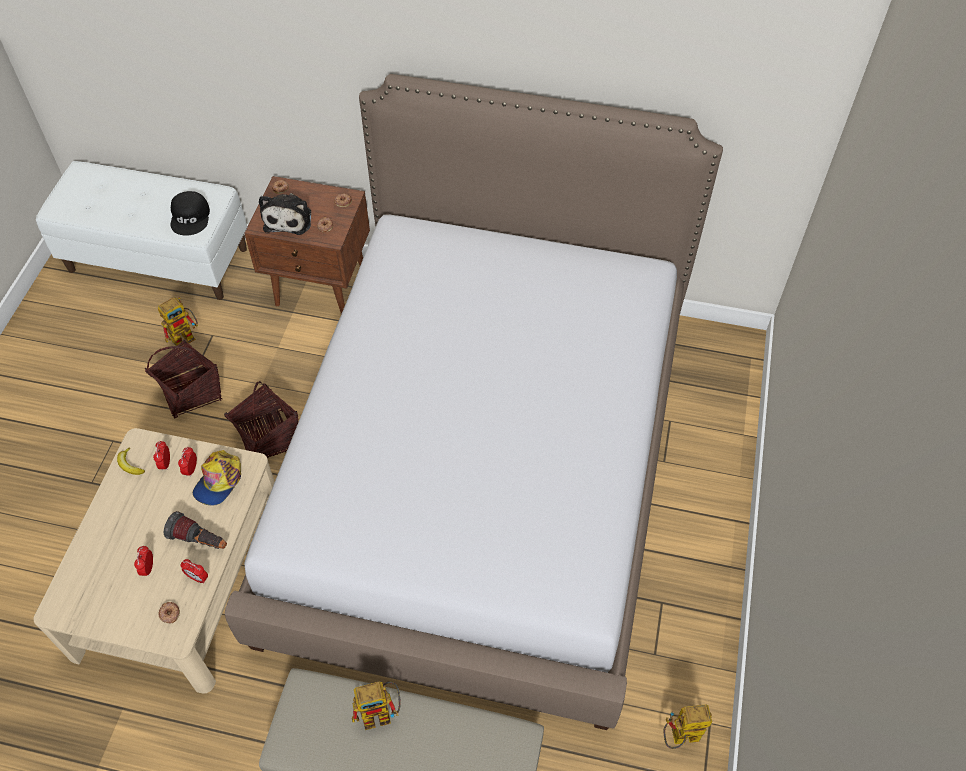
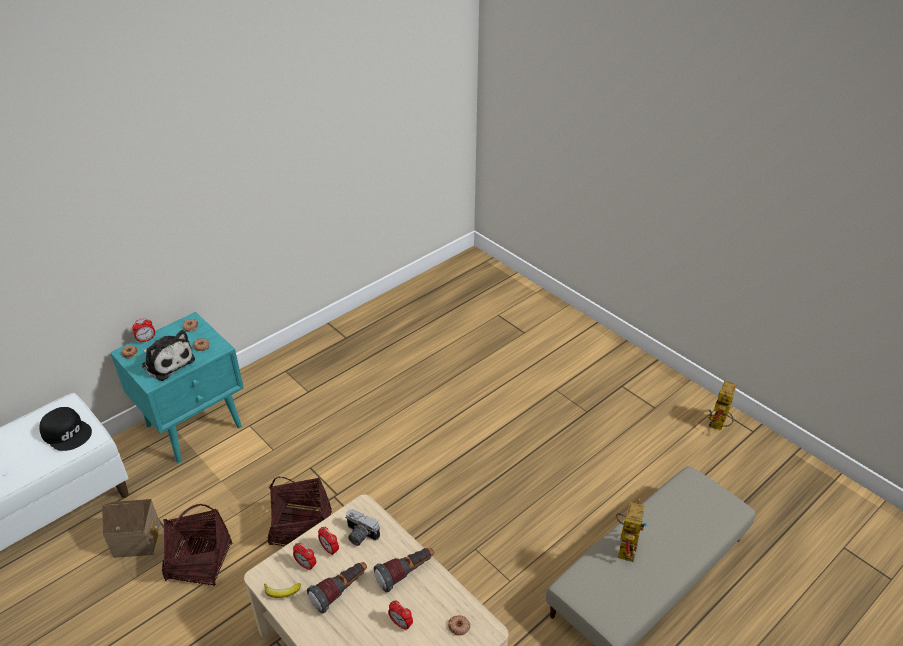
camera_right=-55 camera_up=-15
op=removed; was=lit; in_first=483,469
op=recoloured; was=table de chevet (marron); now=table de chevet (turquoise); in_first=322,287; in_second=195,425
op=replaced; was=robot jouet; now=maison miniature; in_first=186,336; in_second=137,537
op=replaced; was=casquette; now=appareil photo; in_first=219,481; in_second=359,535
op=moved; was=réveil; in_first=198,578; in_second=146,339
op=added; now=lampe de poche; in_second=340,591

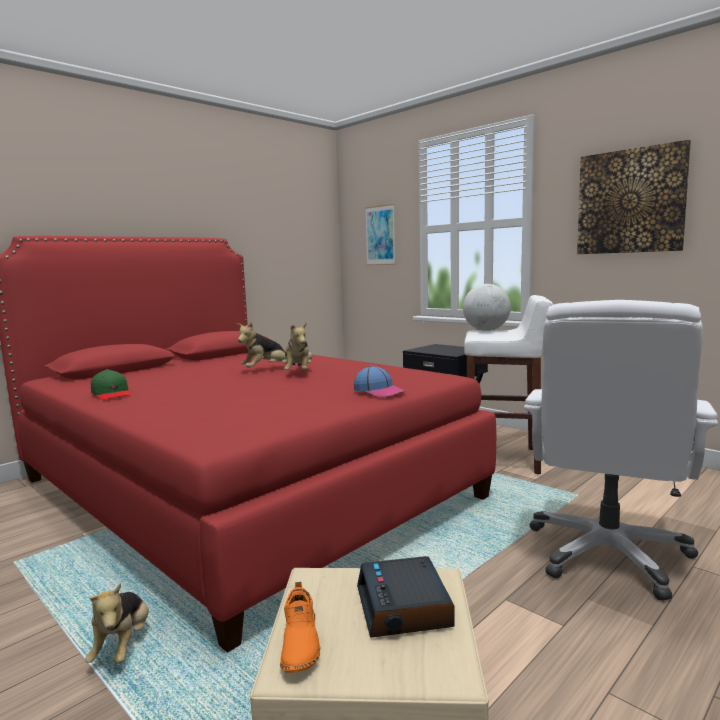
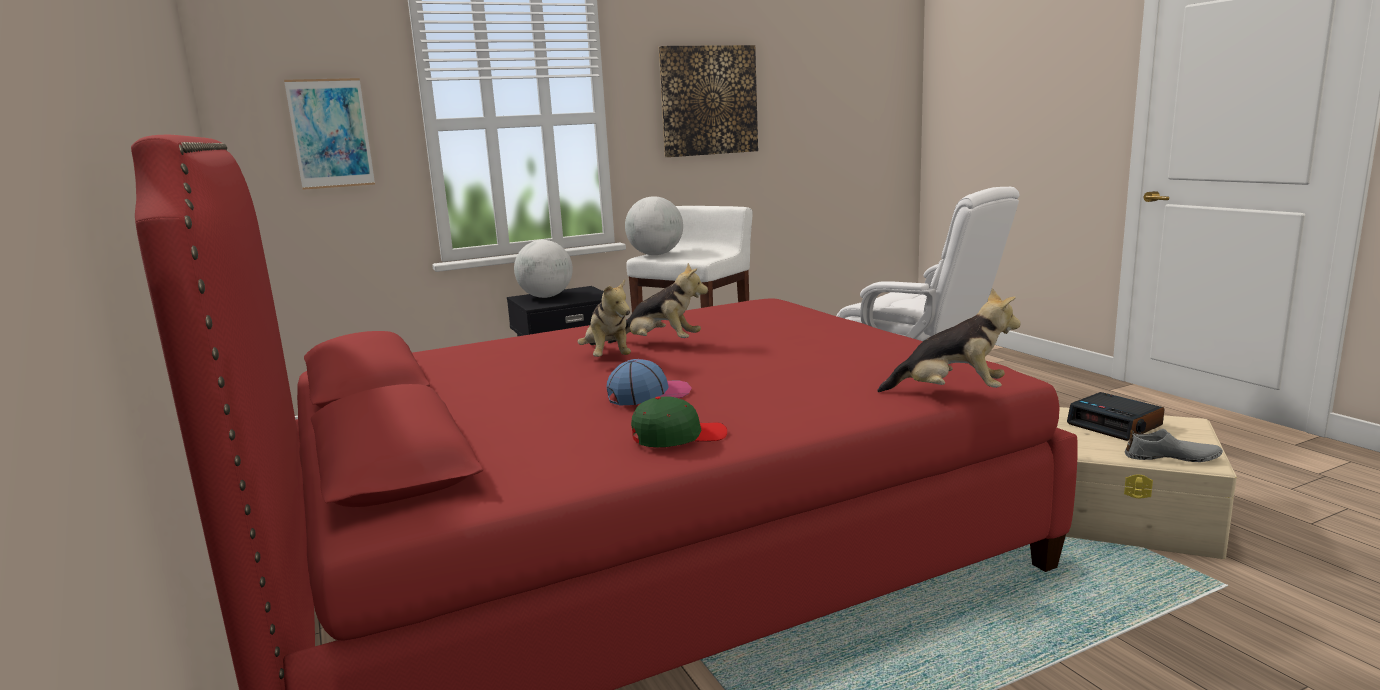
camera_right=-70 camera_up=5
op=moved; was=casquette; in_first=379,391; in_second=649,394
op=turned; was=réveil; in_first=404,607; in_second=1115,425; clockwise=45
op=recoloured; was=chaussure (orange); now=chaussure (gris); in_first=299,643; in_second=1172,458
op=moved; was=peluche; in_first=122,646; in_second=950,393
op=added; now=globe; in_second=546,297

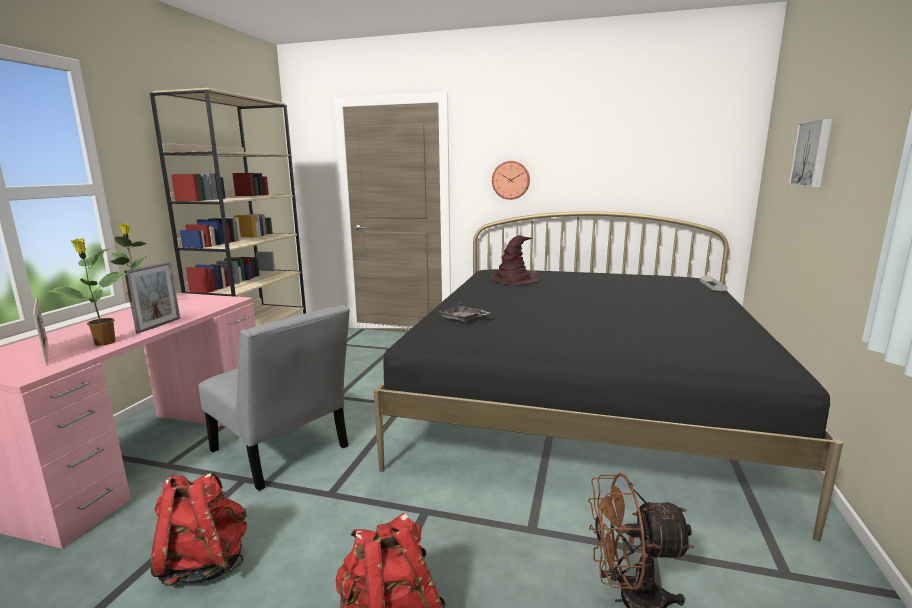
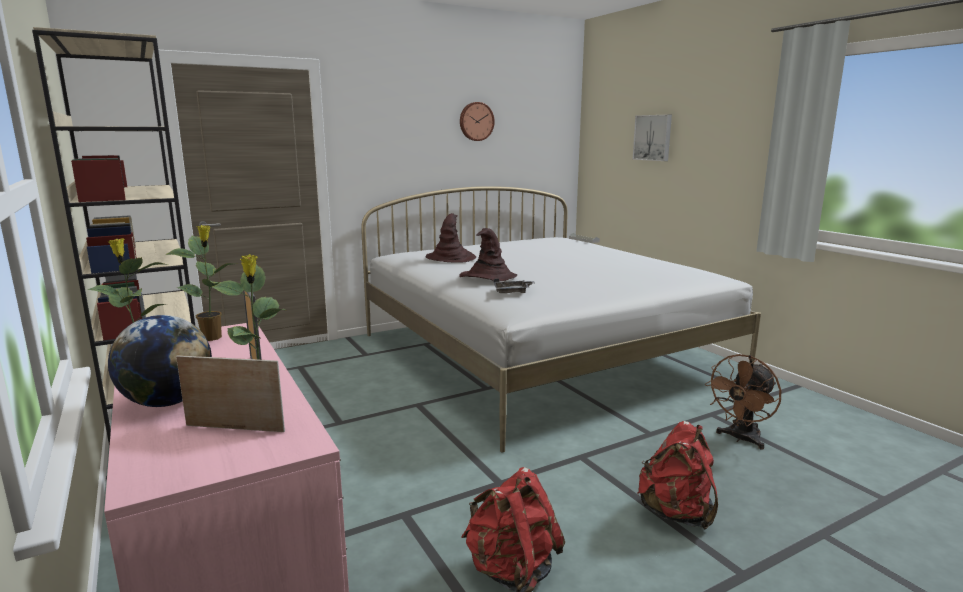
camera_right=-45 camera_up=0
op=moved; was=horloge murale; in_first=511,180; in_second=476,121
op=recoloured; was=lit (noir); now=lit (blanc); in_first=582,402; in_second=541,354
op=removed; was=chaise (gris); in_first=283,452
op=added; now=plante en pot; in_second=212,338
op=added; now=chapeau (marron); in_second=487,277
op=added; now=globe; in_second=168,402

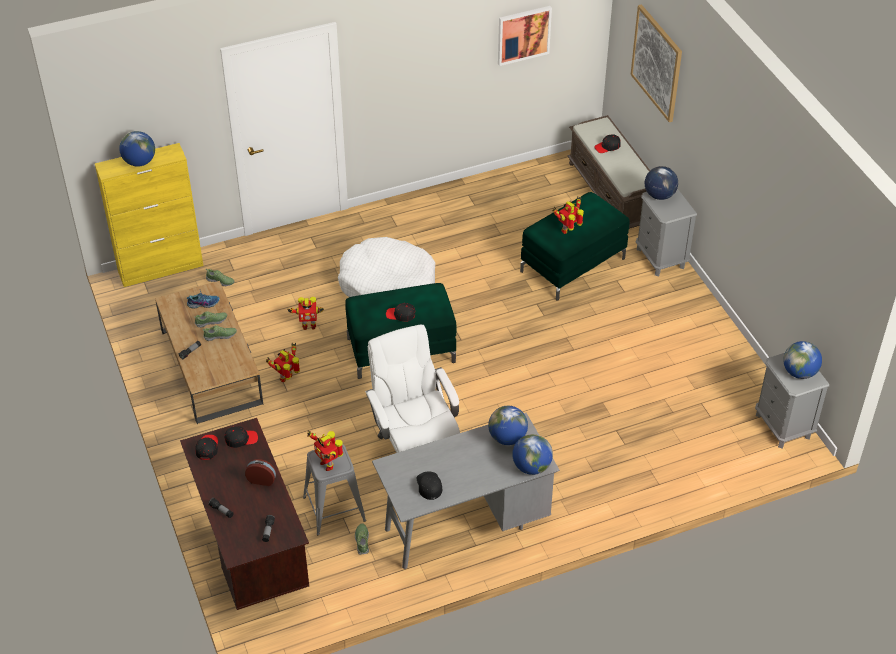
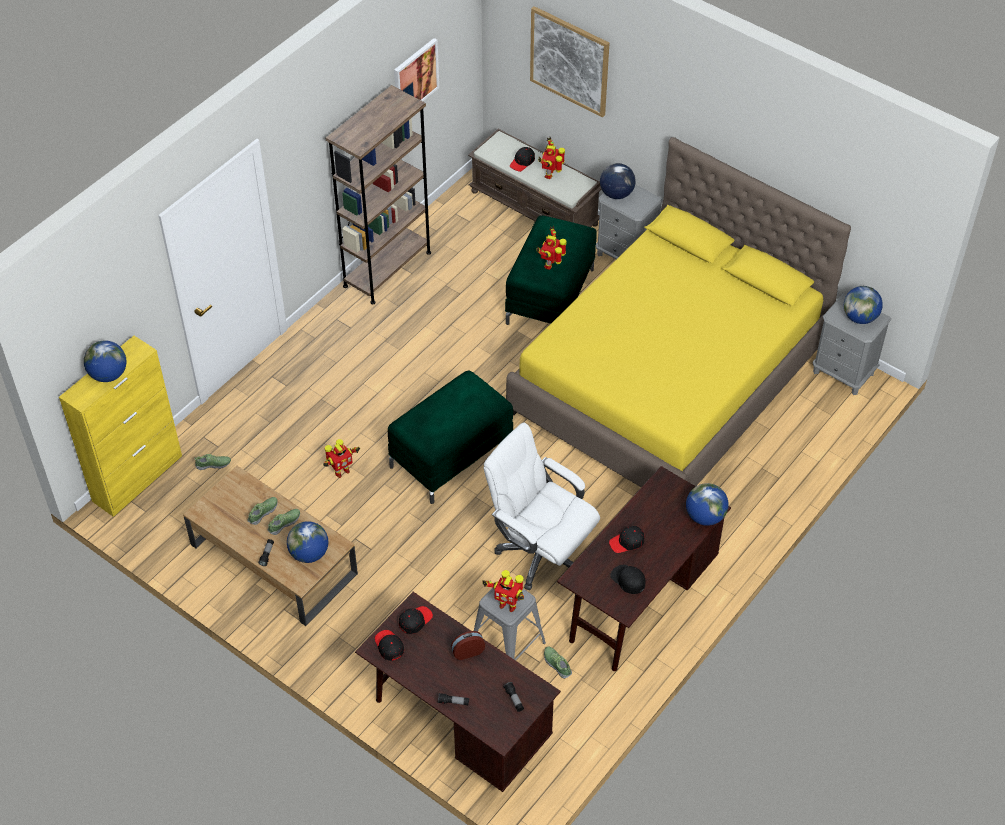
camera_right=-30 camera_up=5
op=removed; was=panier pour chien (blanc); in_first=388,284
op=removed; was=chaussure; in_first=203,303
op=moved; was=casquette (noir); in_first=401,315; in_second=627,542
op=moved; was=robot jouet; in_first=287,378; in_second=550,174
op=moved; was=globe; in_first=507,438; in_second=309,553
op=recoloured; was=bureau (gris); now=bureau (marron); in_first=464,525; in_second=639,602
op=added; now=bibliothèque (marron); in_second=387,269
op=added; now=lit (jaune); in_second=669,379

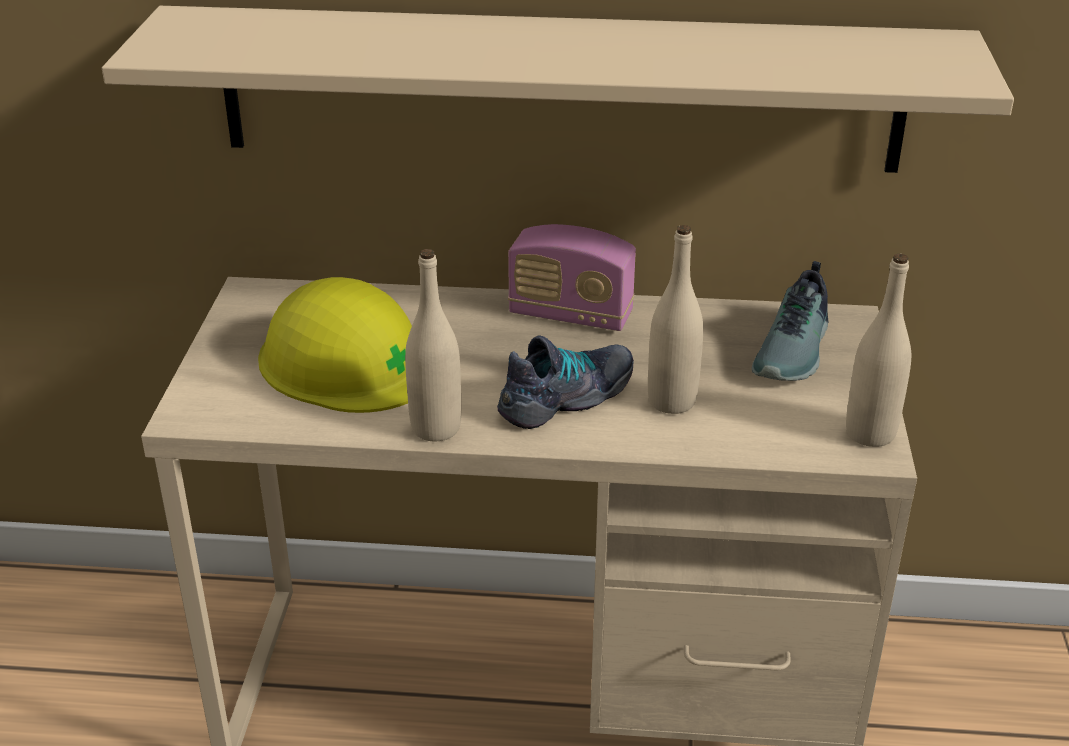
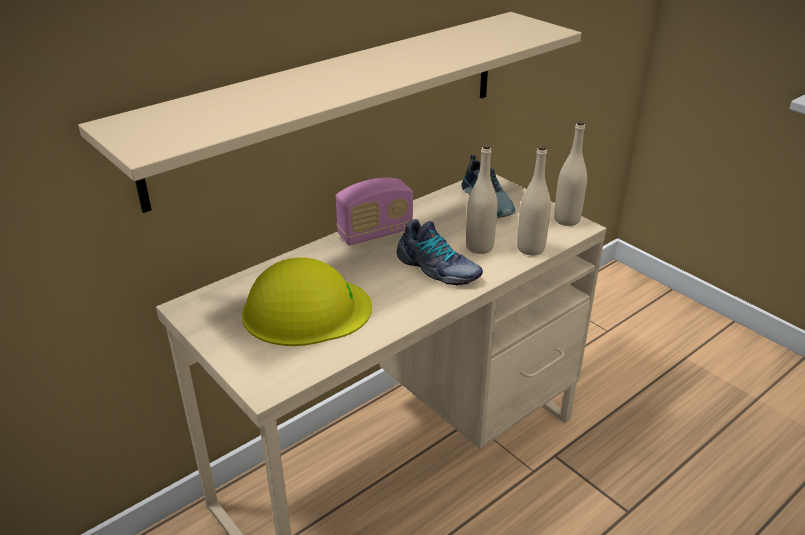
camera_right=-45 camera_up=0
op=moved; was=bouteille (beige); in_first=436,428; in_second=530,248
op=turned; was=chaussure; in_first=569,398; in_second=437,269; clockwise=120

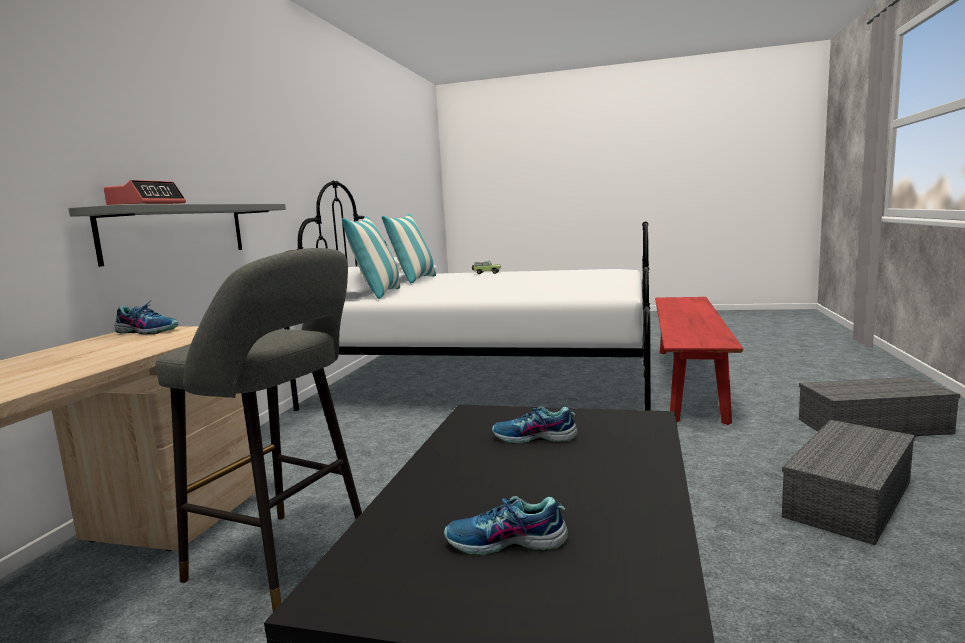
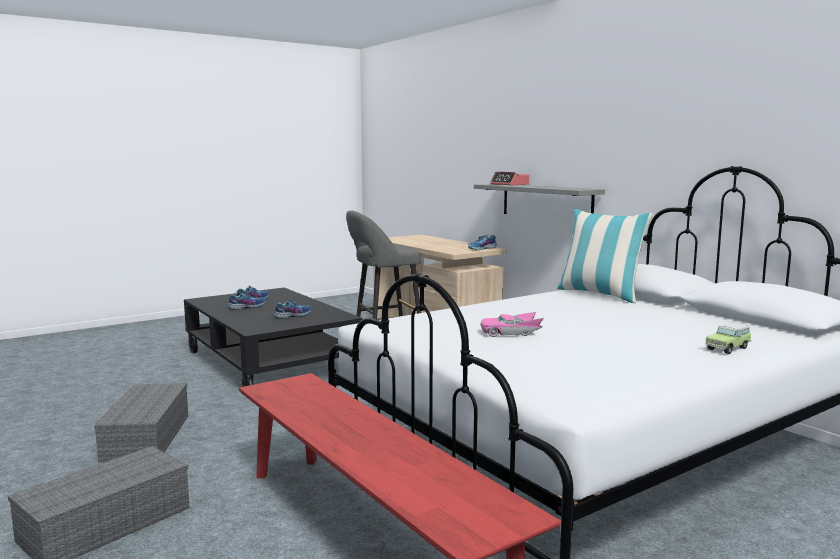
camera_right=130 camera_up=0
op=removed; was=coussin; in_first=414,280
op=added; now=chaussure; in_second=247,307
op=added; now=petite voiture (rose); in_second=510,333

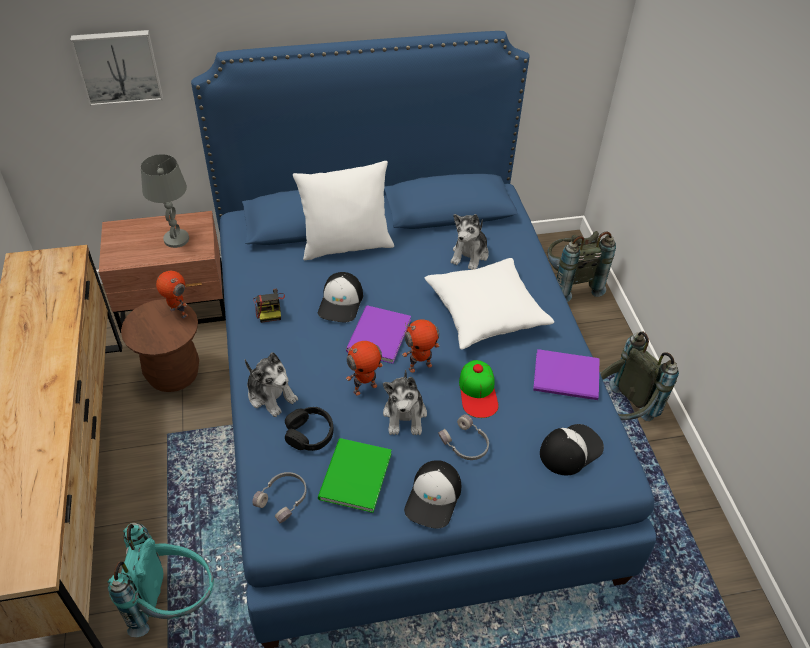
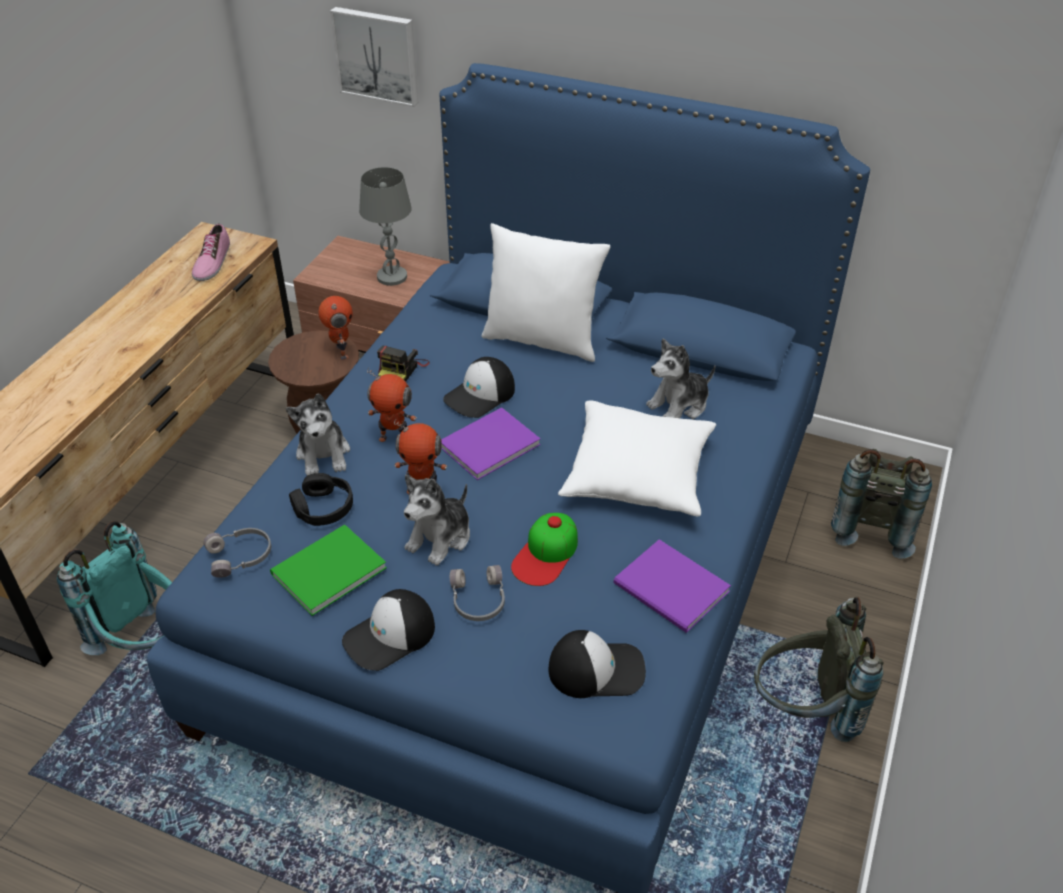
camera_right=35 camera_up=-5
op=moved; was=robot jouet; in_first=420,365; in_second=395,438
op=added; now=chaussure; in_second=212,262

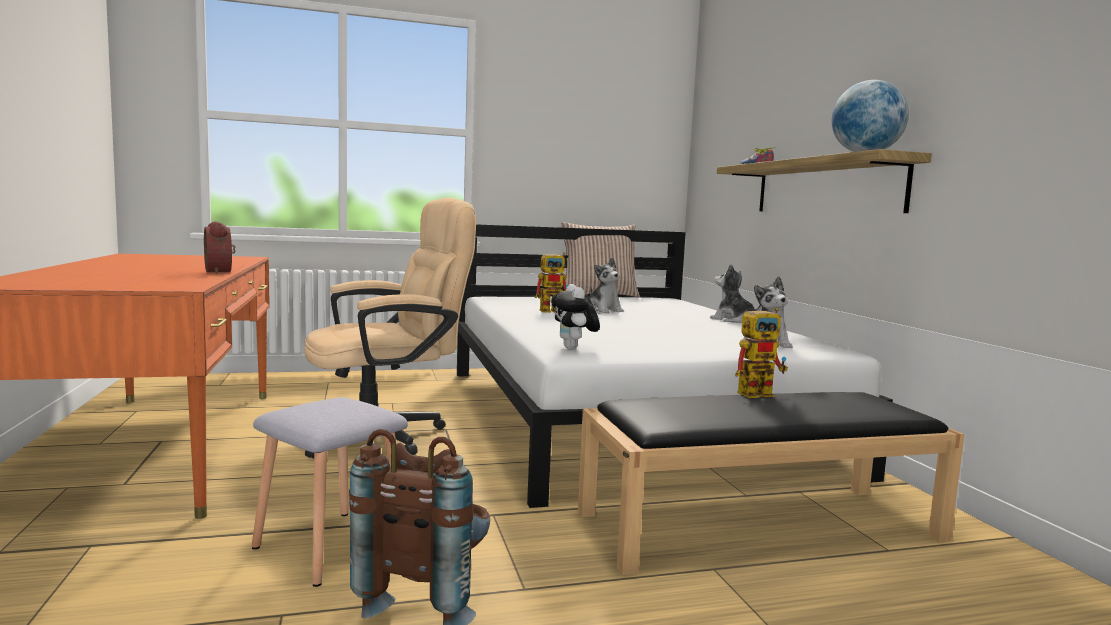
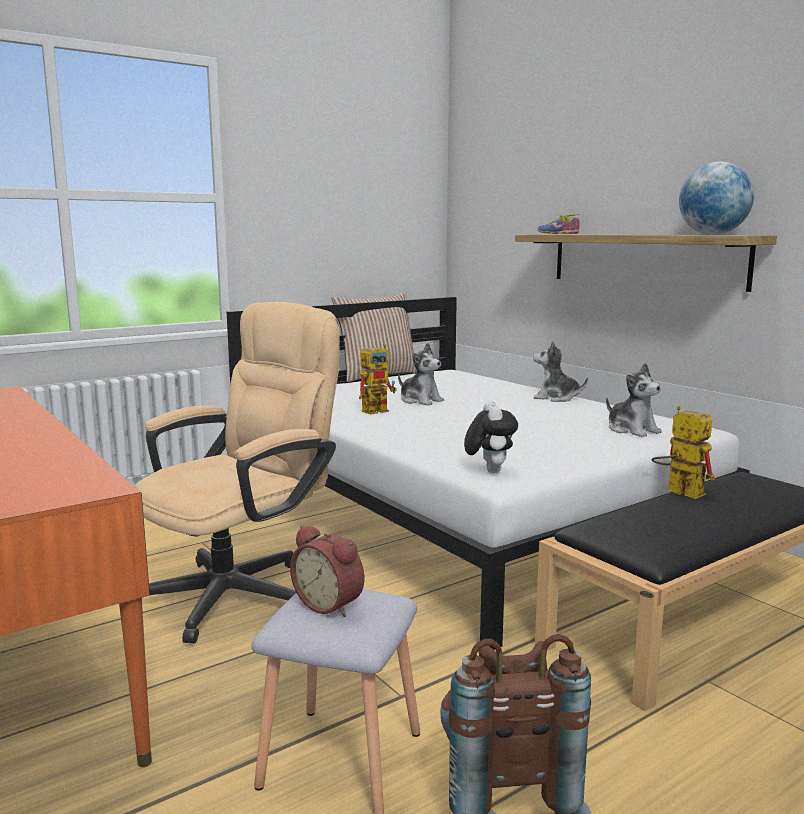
camera_right=-20 camera_up=5
op=moved; was=réveil; in_first=221,272; in_second=331,604
op=turned; was=peluche; in_first=574,348; in_second=489,470; clockwise=-150
op=turned; was=robot jouet; in_first=760,393; in_second=677,492; clockwise=-90

